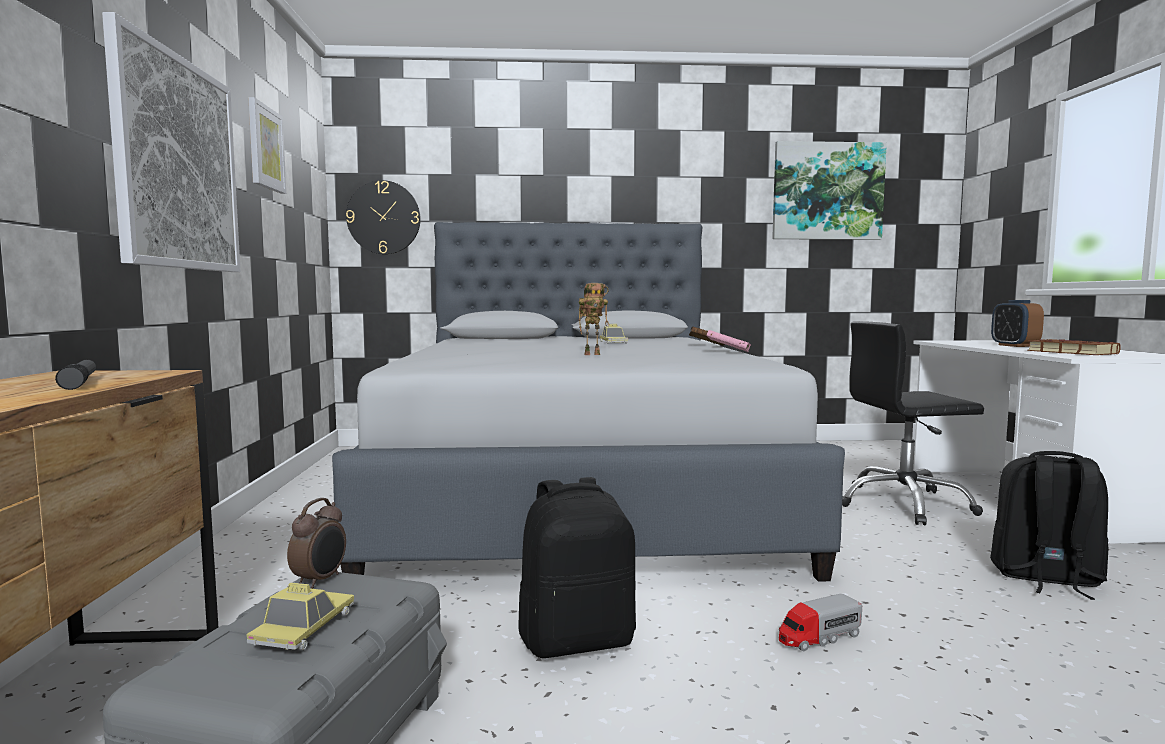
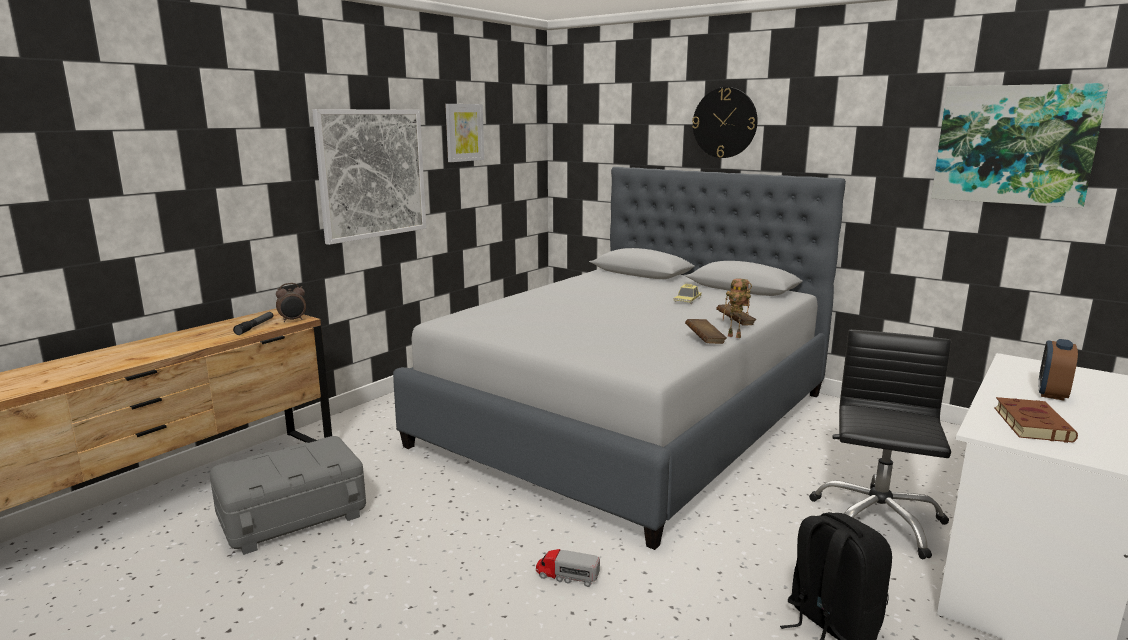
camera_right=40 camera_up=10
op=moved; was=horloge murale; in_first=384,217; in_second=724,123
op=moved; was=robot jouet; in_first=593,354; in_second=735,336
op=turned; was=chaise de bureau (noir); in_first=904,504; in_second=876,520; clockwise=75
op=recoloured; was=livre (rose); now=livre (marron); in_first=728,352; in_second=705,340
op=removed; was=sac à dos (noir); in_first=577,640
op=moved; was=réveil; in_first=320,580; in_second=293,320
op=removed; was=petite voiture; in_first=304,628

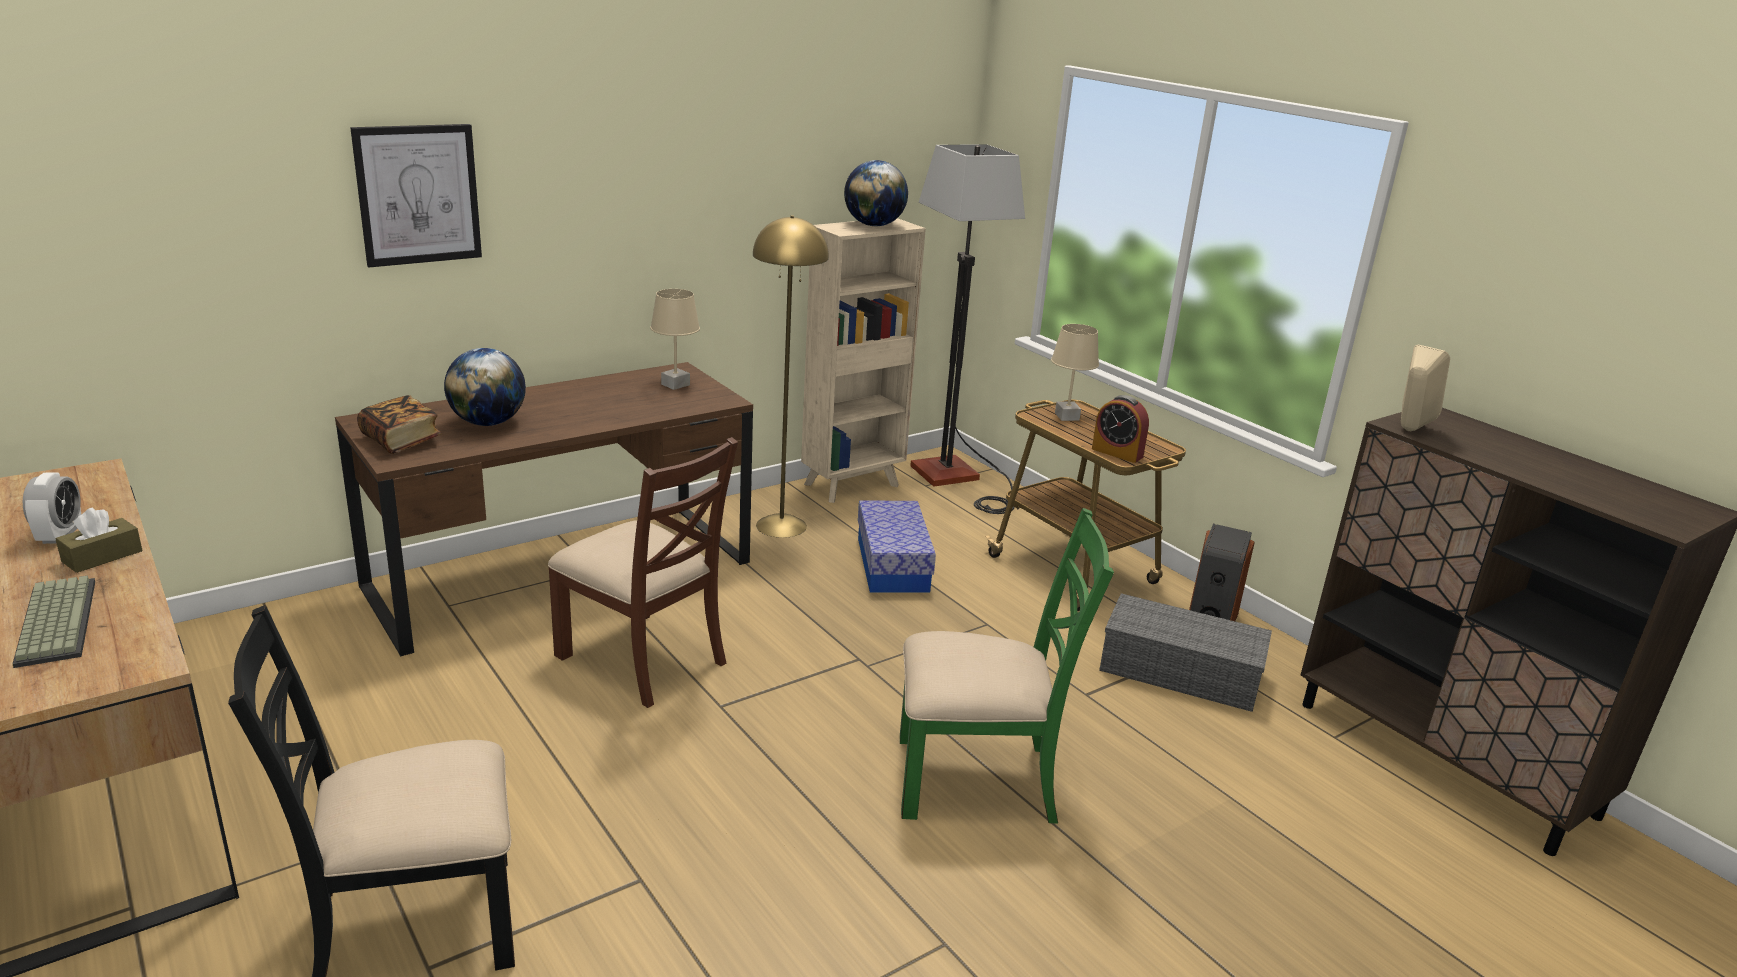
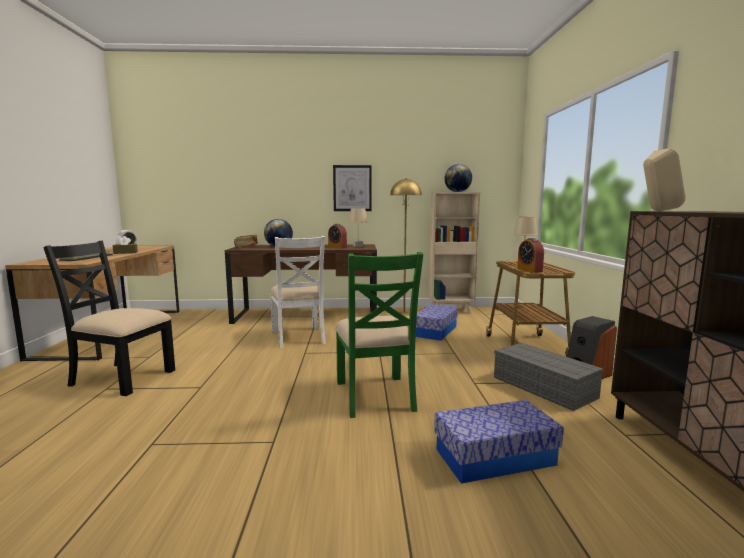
camera_right=35 camera_up=-15
op=moved; was=tableau; in_first=418,194; in_second=352,188
op=removed; was=lampadaire; in_first=958,480
op=recoloured; was=chaise (marron); now=chaise (blanc); in_first=643,659; in_second=298,337
op=turned; was=chaise (vert); in_first=978,779; in_second=375,396; clockwise=45
op=added; now=réveil; in_second=337,247
op=added; now=boîte de rangement; in_second=494,457

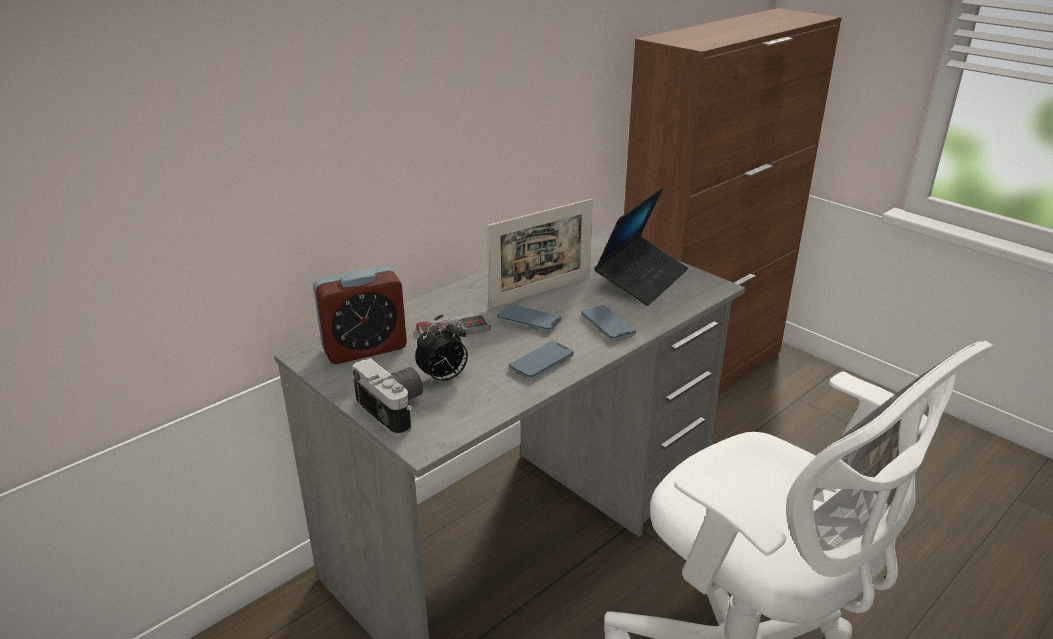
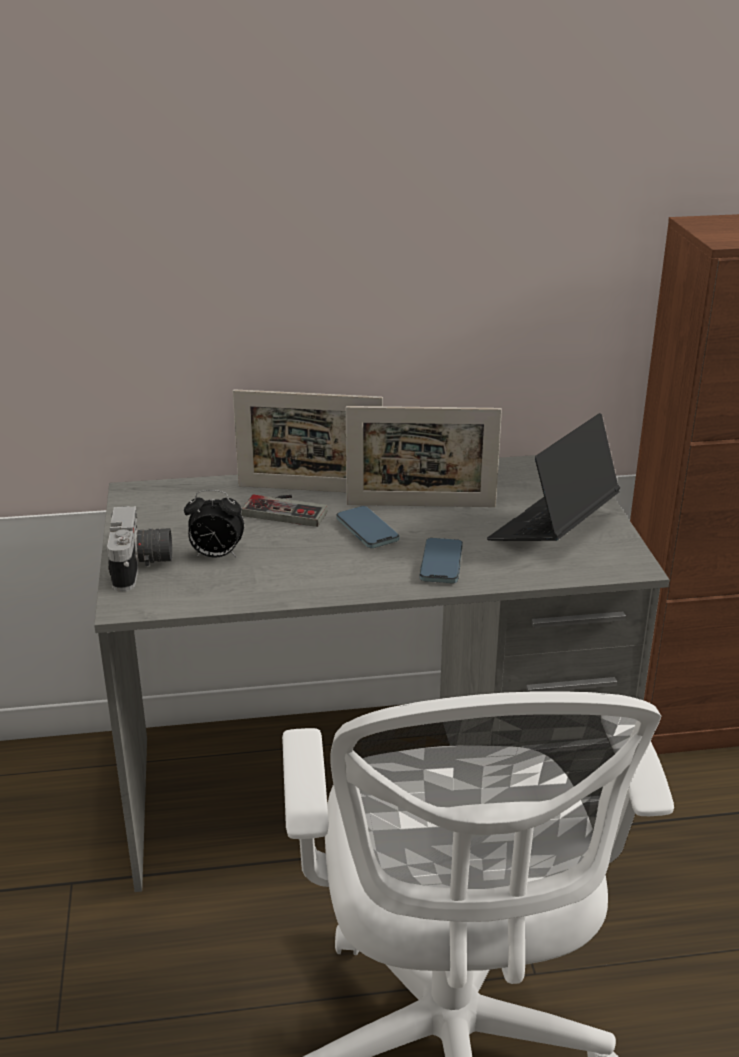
camera_right=35 camera_up=0
op=turned; was=ordinateur portable; in_first=641,279; in_second=552,528; clockwise=150
op=removed; was=réveil; in_first=365,348
op=removed; was=téléphone; in_first=541,363
op=added; now=cadre photo; in_second=310,490

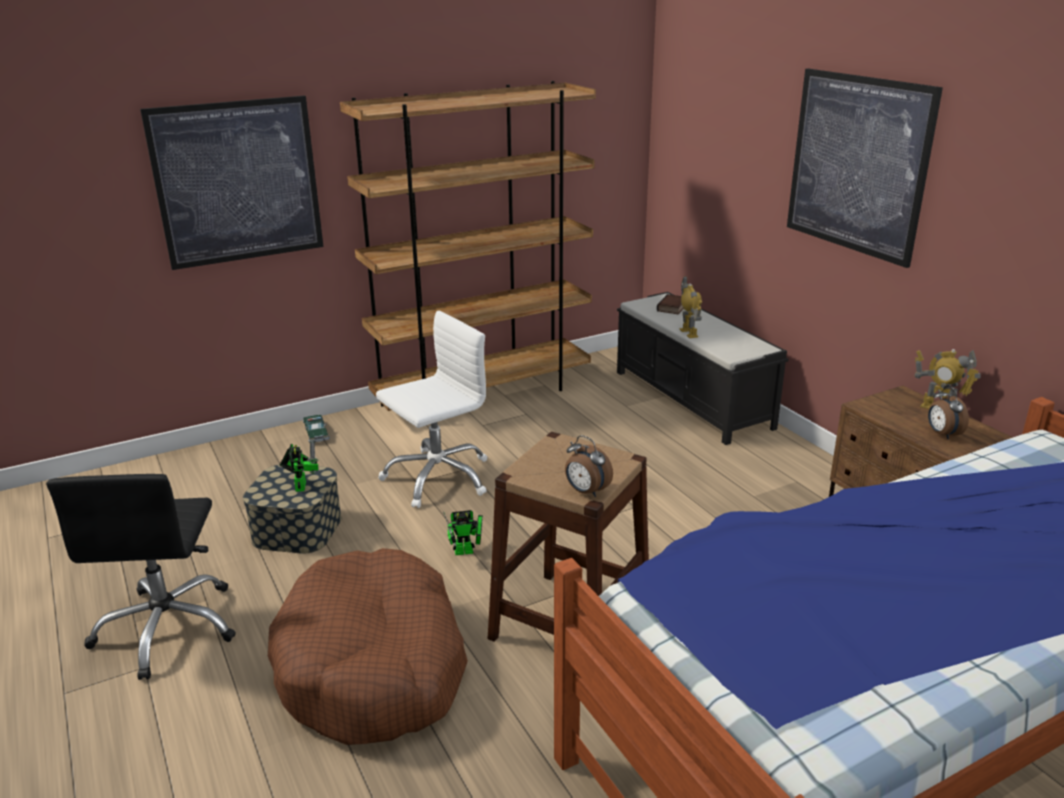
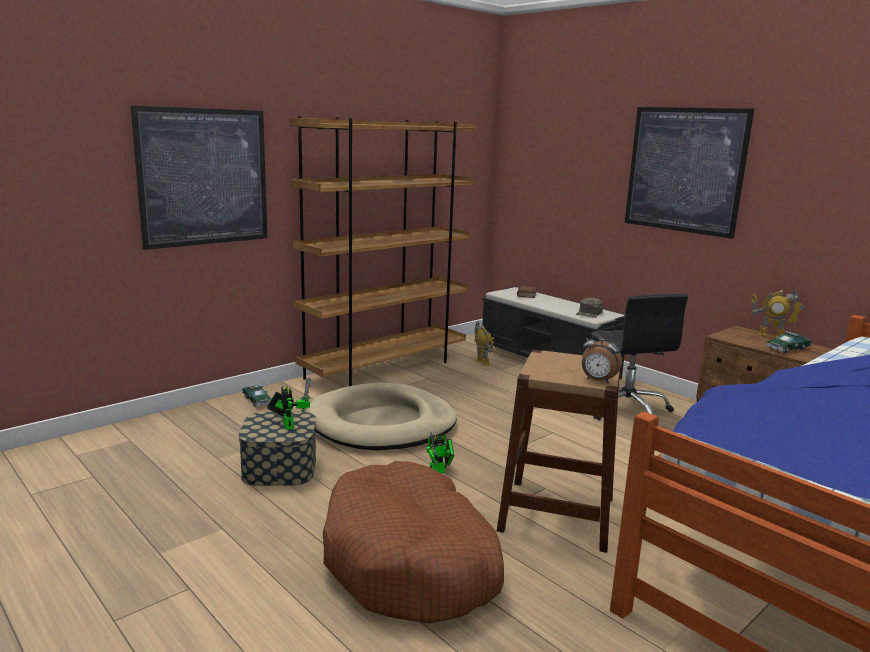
camera_right=-15 camera_up=-10
op=moved; was=robot jouet; in_first=689,333; in_second=482,362
op=replaced; was=chaise de bureau (blanc); now=panier pour chien (beige); in_first=438,477; in_second=382,423
op=replaced; was=réveil; now=petite voiture; in_first=942,434; in_second=787,349
op=moved; was=chaise de bureau (noir); in_first=168,628; in_second=627,410
op=added; now=casquette (vert); in_second=589,313

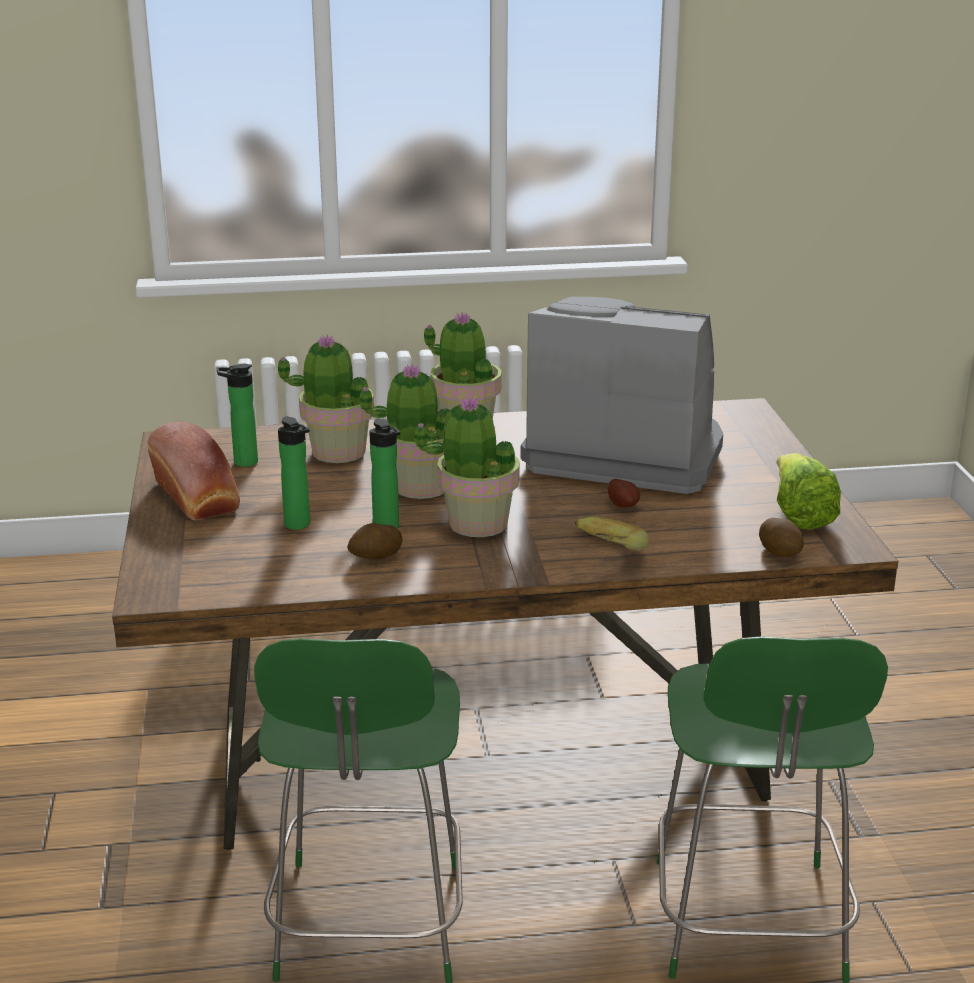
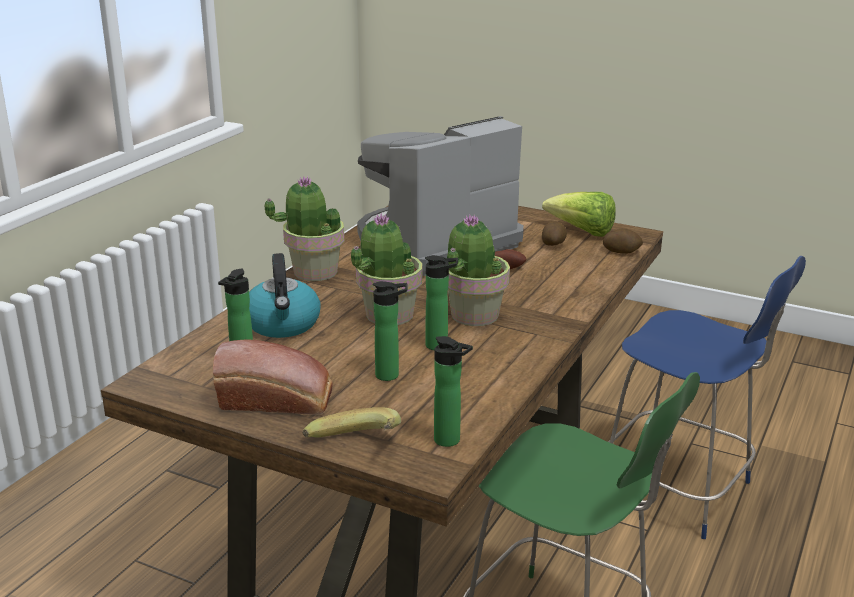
camera_right=-55 camera_up=0
op=replaced; was=plante en pot; now=bouilloire; in_first=337,451; in_second=283,324
op=moved; was=banane; in_first=601,555; in_second=355,448
op=moved; was=pomme de terre; in_first=375,557; in_second=553,244
op=recoloured; was=chaise (vert); now=chaise (bleu); in_first=748,925; in_second=679,491
op=added; now=bouteille; in_second=450,441

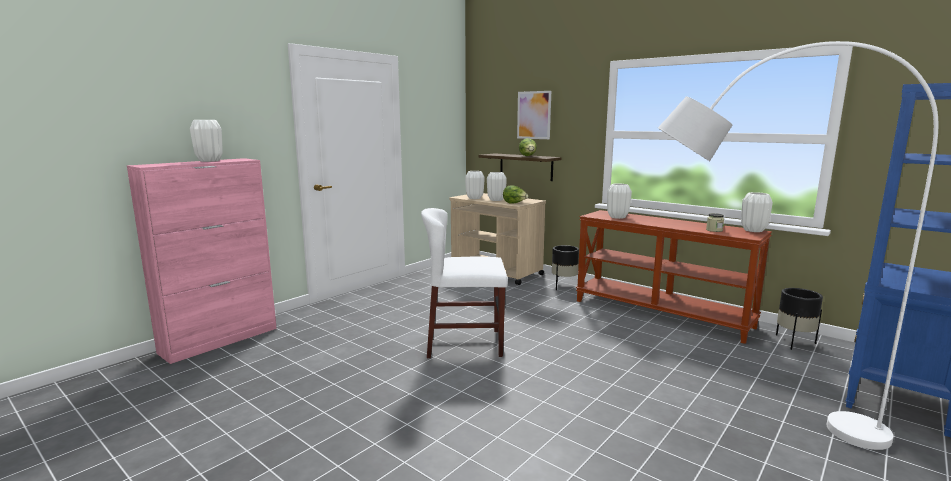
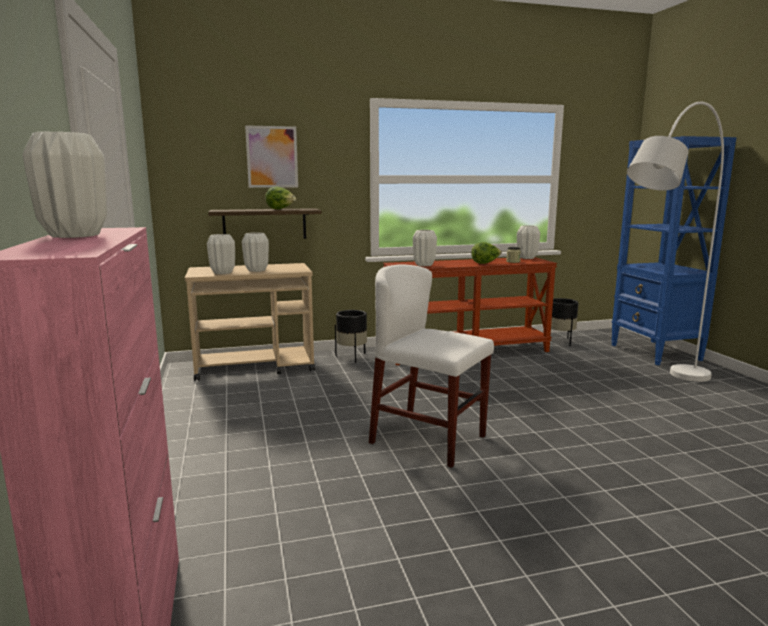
camera_right=-55 camera_up=0
op=moved; was=laitue; in_first=514,203; in_second=485,263
op=turned; was=chaise (blanc); in_first=464,343; in_second=428,439; clockwise=90

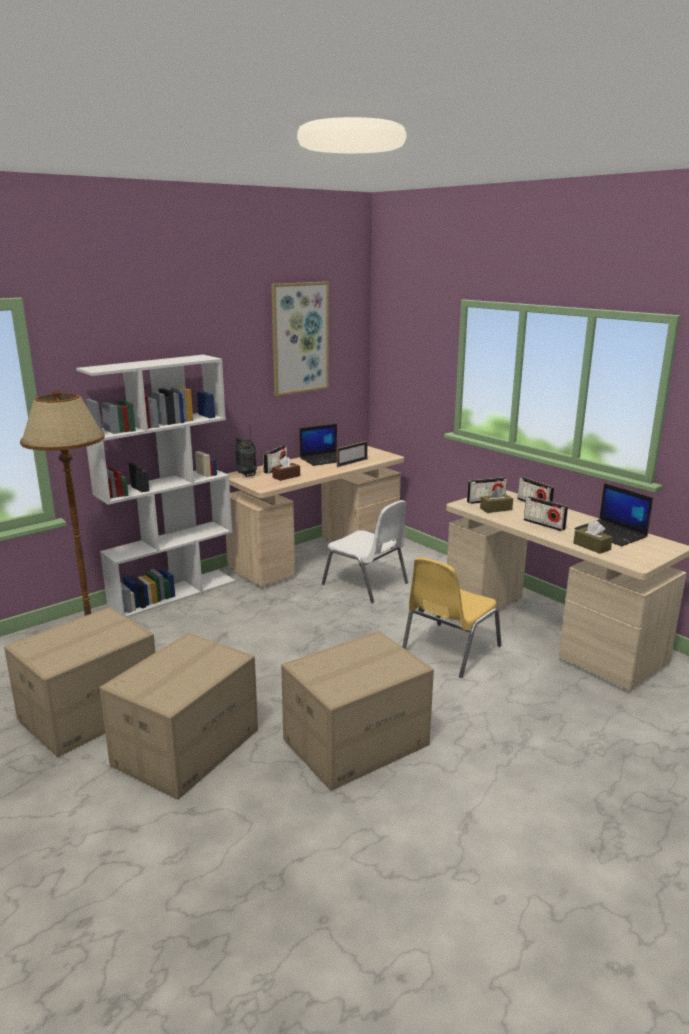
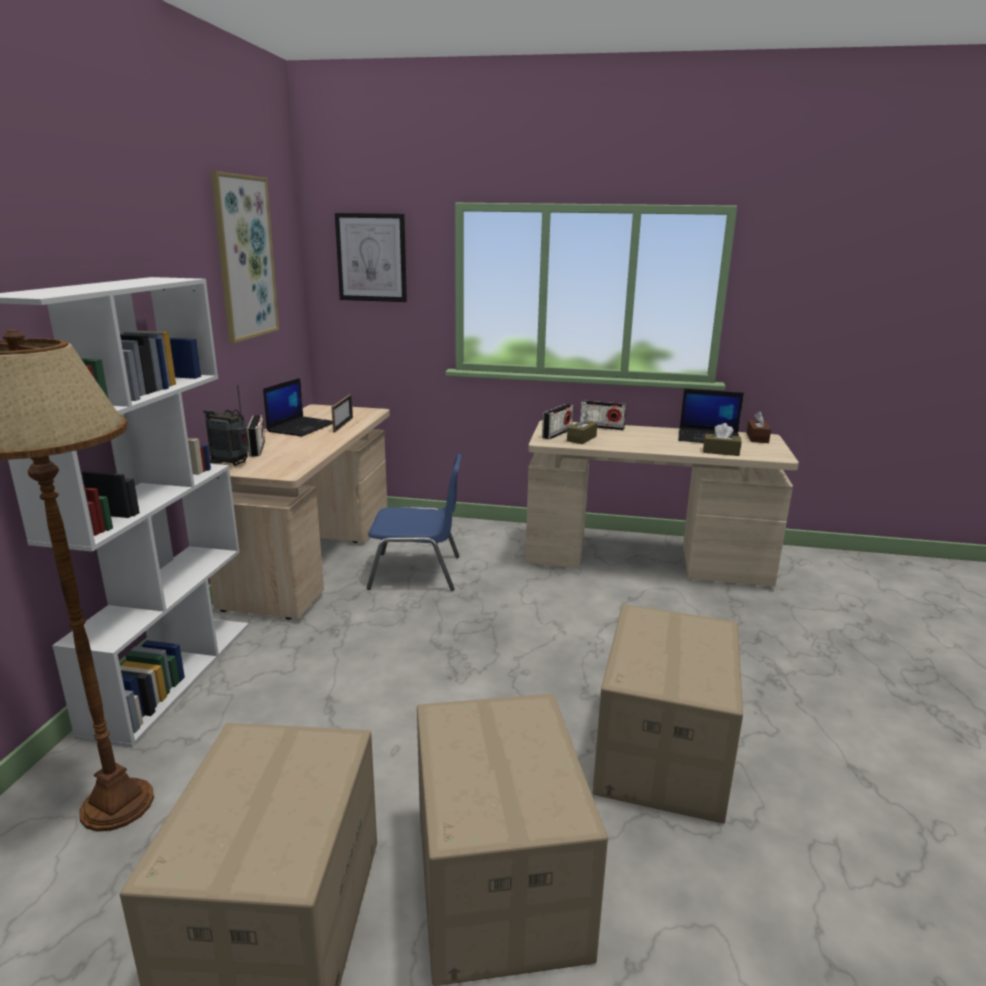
camera_right=-40 camera_up=0
op=moved; was=boîte à mouchoirs (marron); in_first=286,476; in_second=757,438
op=removed; was=radio; in_first=544,524
op=recoloured; was=chaise (blanc); now=chaise (bleu); in_first=366,584; in_second=417,572
op=removed; was=chaise (jaune); in_first=449,650
op=added; now=tableau; in_second=371,257

